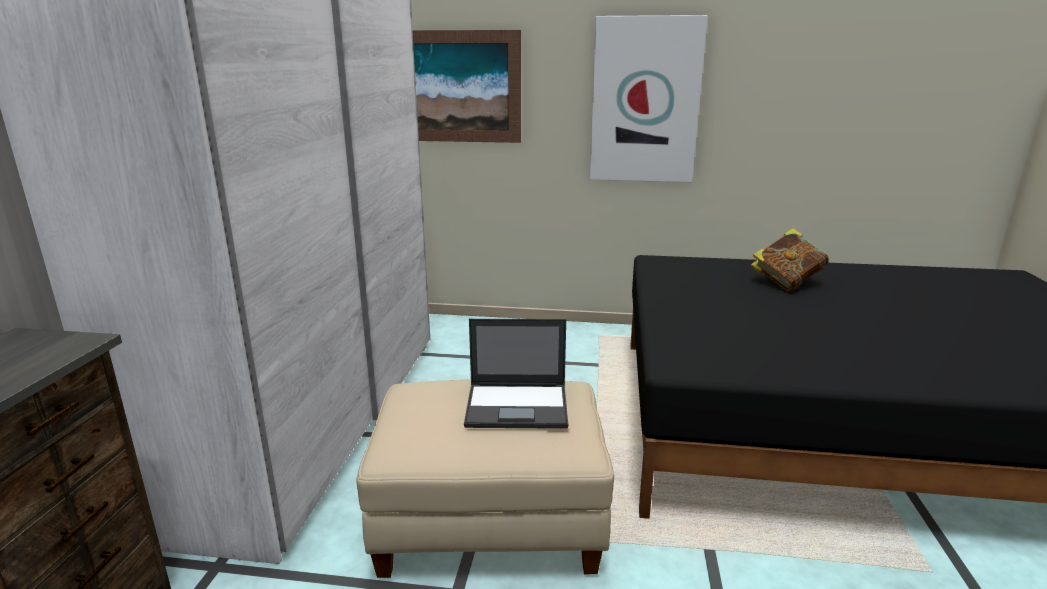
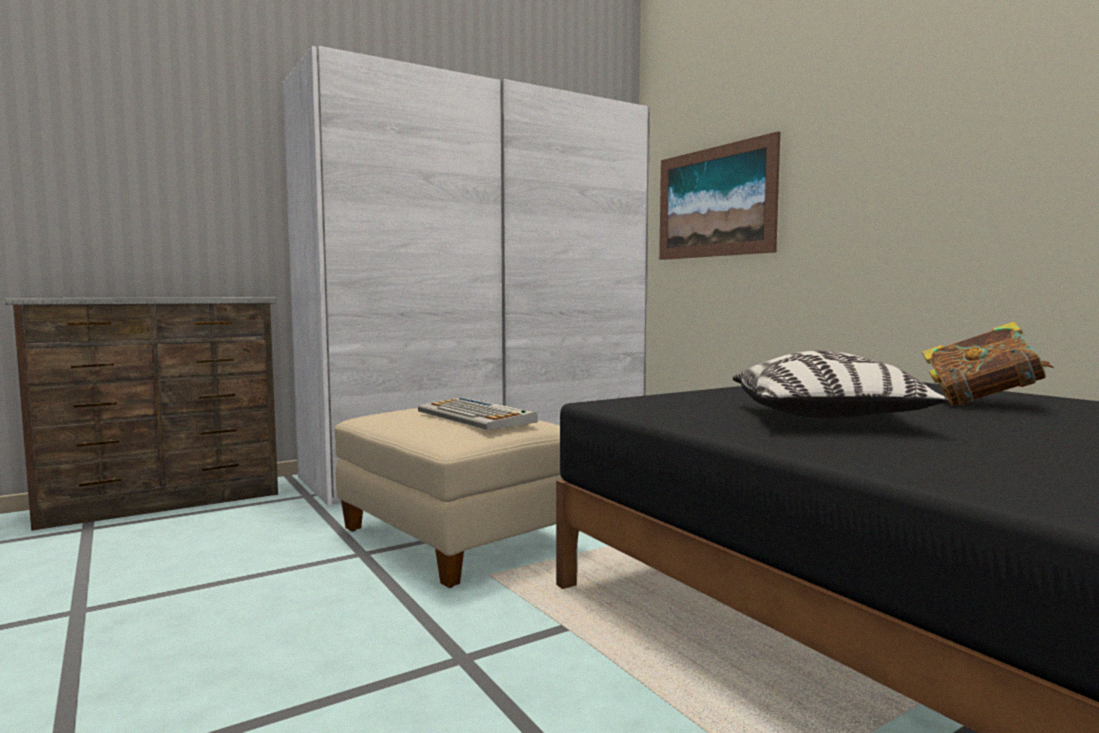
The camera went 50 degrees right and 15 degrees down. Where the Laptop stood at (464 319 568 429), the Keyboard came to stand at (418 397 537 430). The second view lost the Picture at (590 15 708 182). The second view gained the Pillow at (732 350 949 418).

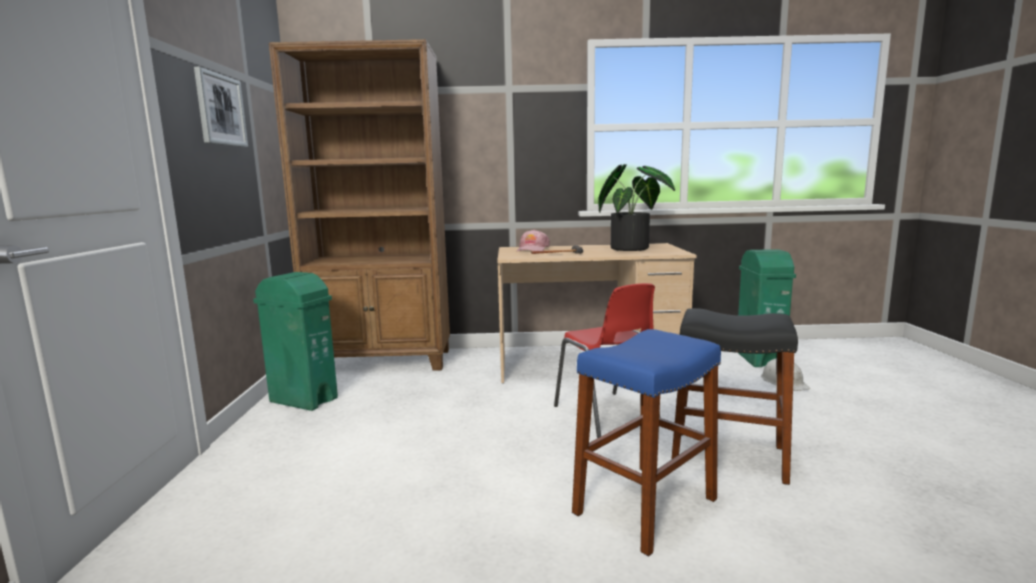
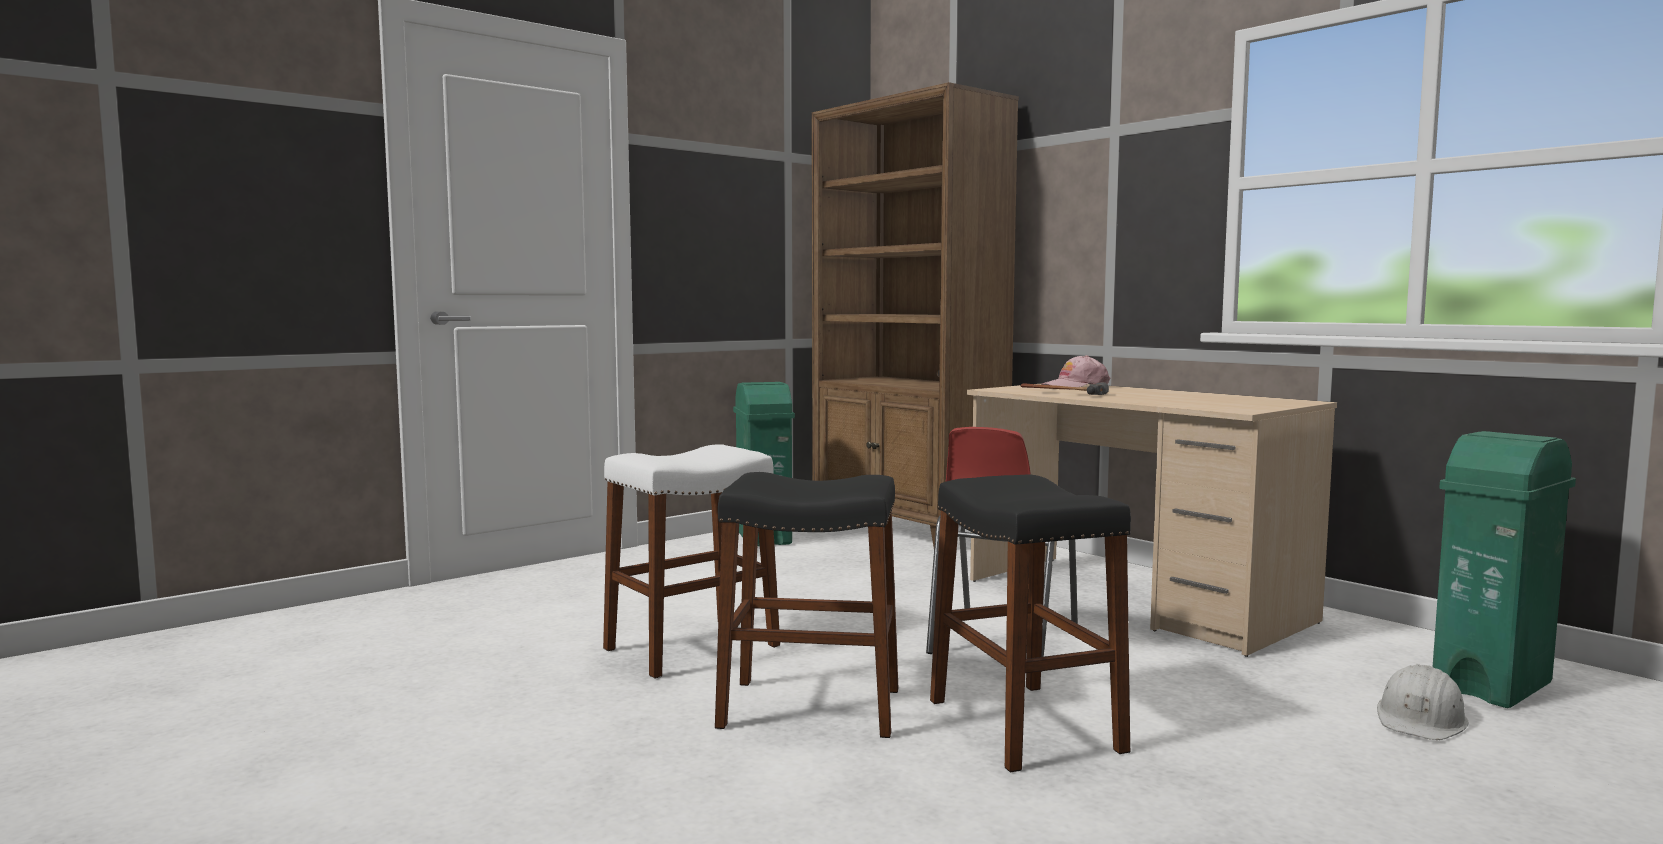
The camera went 50 degrees right and 5 degrees down. The second view lost the Picture at (194 67 248 147). What was the BlueStool at (572 329 721 556) turned into the BlackStool at (715 472 898 738). The second view lost the PottedPlant at (599 164 675 251). The second view gained the WhiteStool at (603 444 780 679).

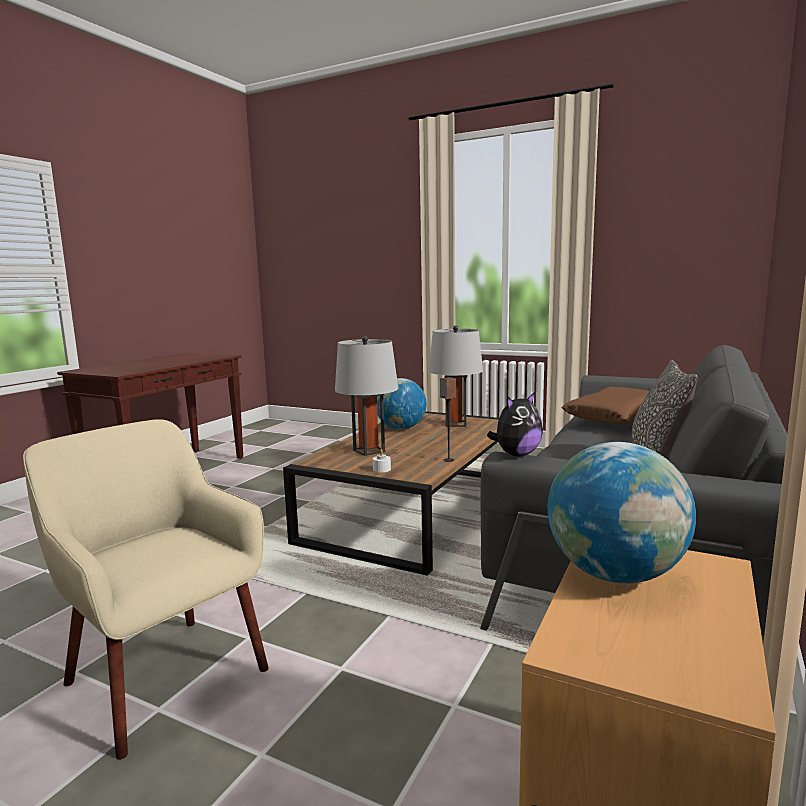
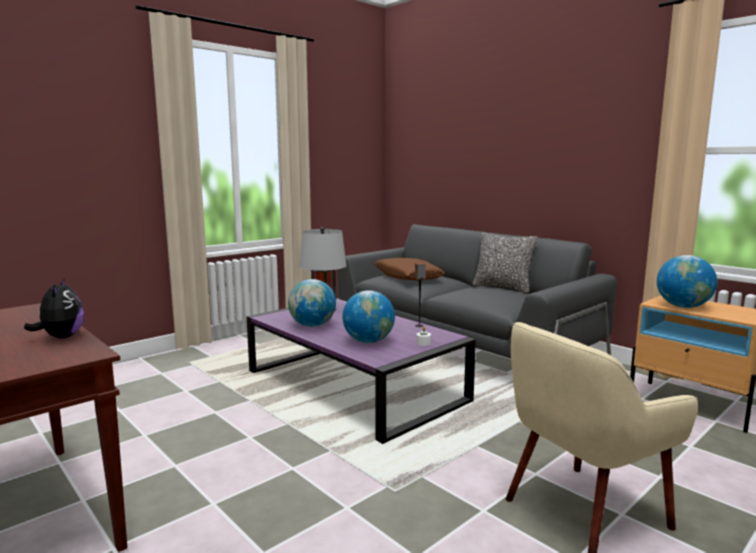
The camera went 70 degrees left and 0 degrees up. What was the BrownCoffeeTable at (283 411 499 576) turned into the PurpleCoffeeTable at (247 299 476 444). Where the GreyTableLamp stood at (335 336 399 456), the Globe came to stand at (342 290 395 343). The PlushToy ended up elsewhere, having gone from (487 392 543 456) to (24 277 84 338).

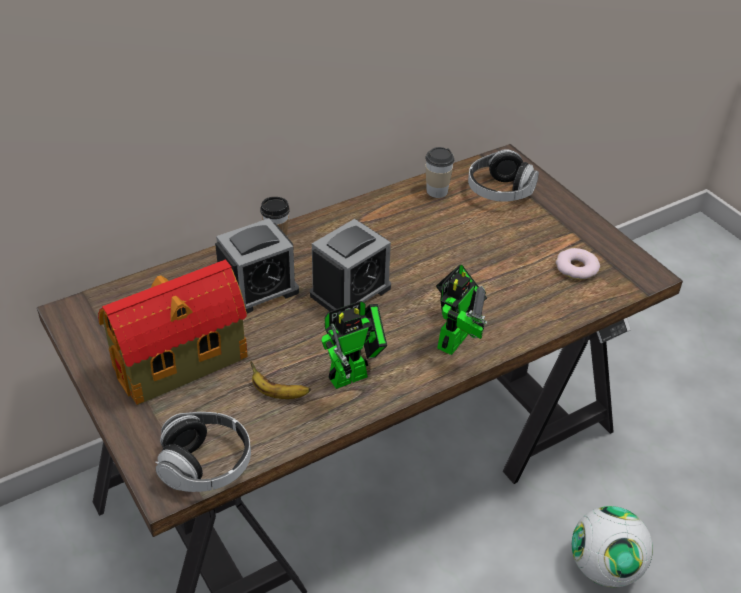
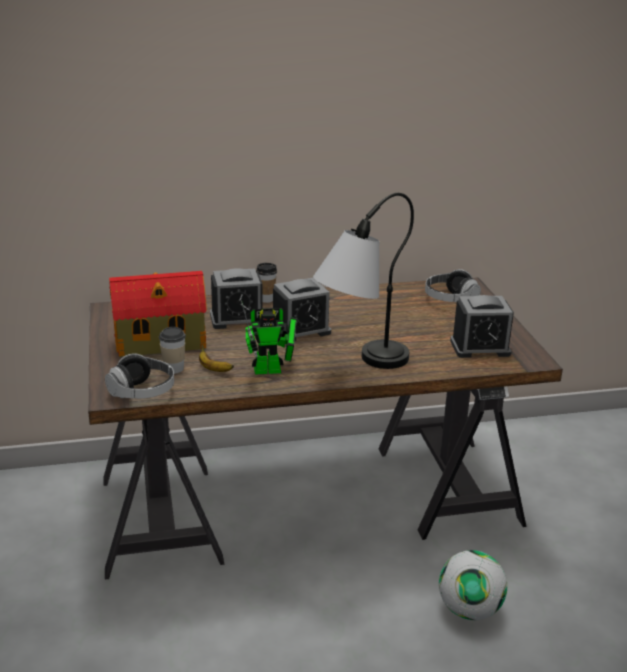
The camera went 20 degrees right and 15 degrees down. The Cup ended up elsewhere, having gone from (425 147 455 198) to (159 327 186 374). Where the ToyRobot stood at (436 265 487 355), the TableLamp came to stand at (313 193 414 369). Where the Donut stood at (556 248 600 280), the AlarmClock came to stand at (450 295 514 358).

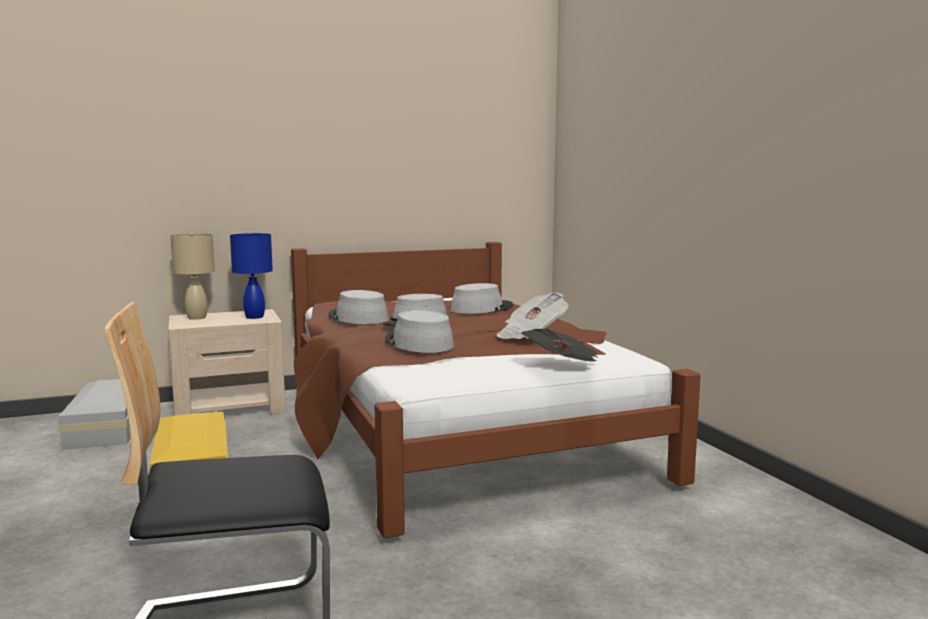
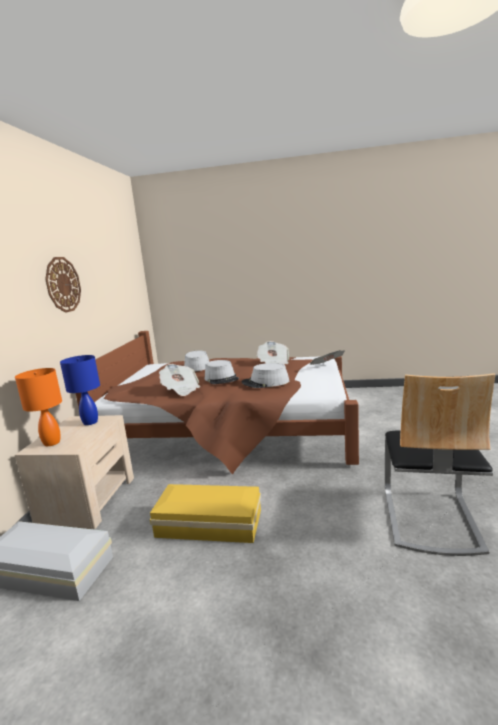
The camera went 60 degrees left and 5 degrees up. What was the BeigeTableLamp at (170 234 215 320) turned into the OrangeTableLamp at (15 368 62 446). Where the GreyHat stood at (328 290 389 324), the Newspaper came to stand at (159 364 200 396). The second view gained the WallClock at (45 257 81 313).

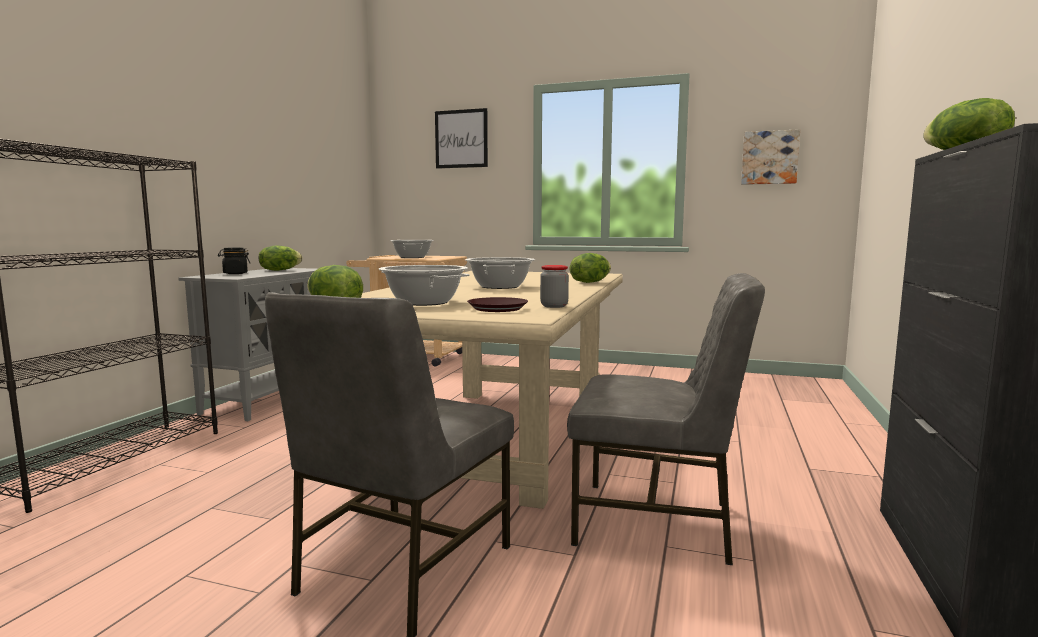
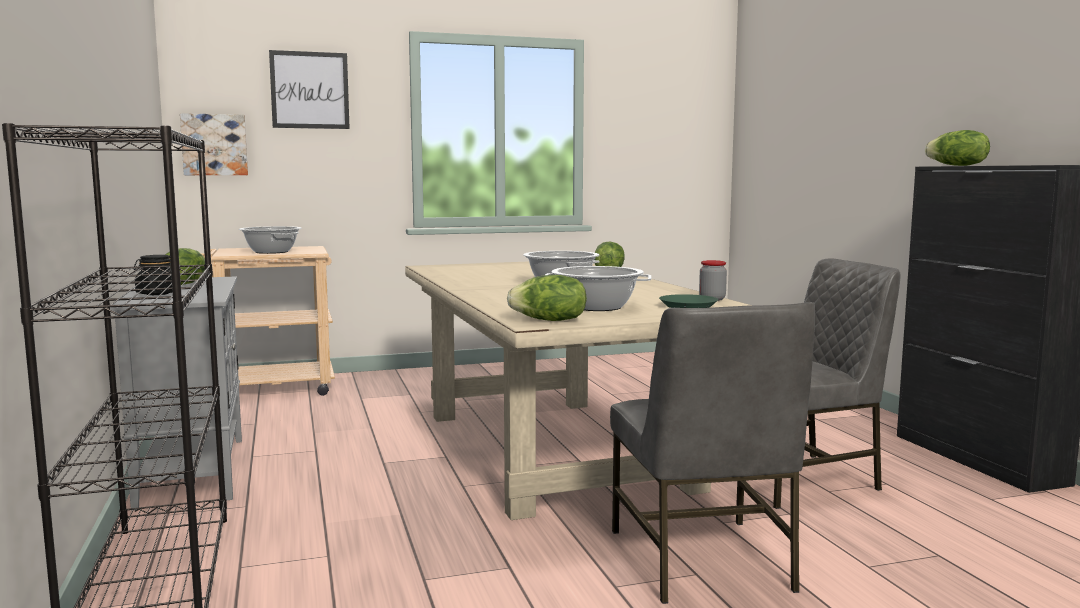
The camera went 35 degrees left and 0 degrees up. What was the BrownPlate at (467 297 528 312) turned into the GreenPlate at (659 294 718 308). The Picture ended up elsewhere, having gone from (741 129 800 185) to (180 113 248 175).

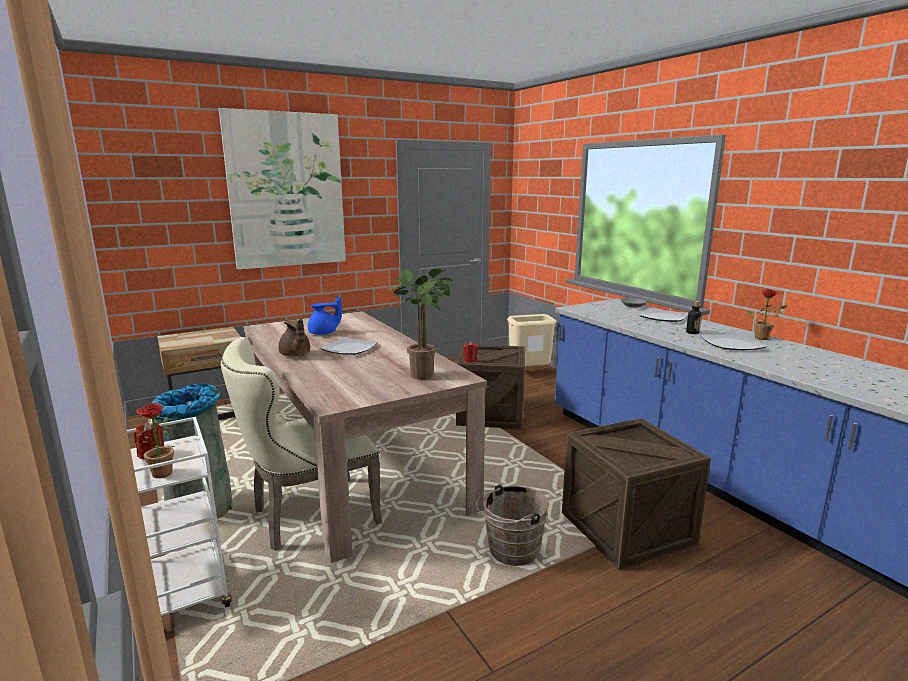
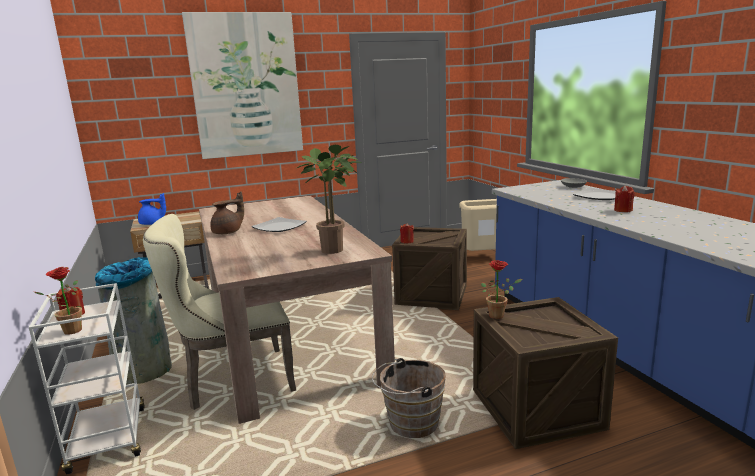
The camera went 10 degrees right and 0 degrees up. The BrownTeapot at (278 319 310 357) ended up facing another way, 105 degrees counterclockwise from before. The BlueTeapot ended up elsewhere, having gone from (308 296 342 335) to (138 193 166 225). Where the Bottle stood at (686 301 702 334), the RedCandle came to stand at (614 185 635 212). The second view lost the Plate at (700 334 768 350). The PottedPlant ended up elsewhere, having gone from (746 289 787 340) to (481 260 522 319).

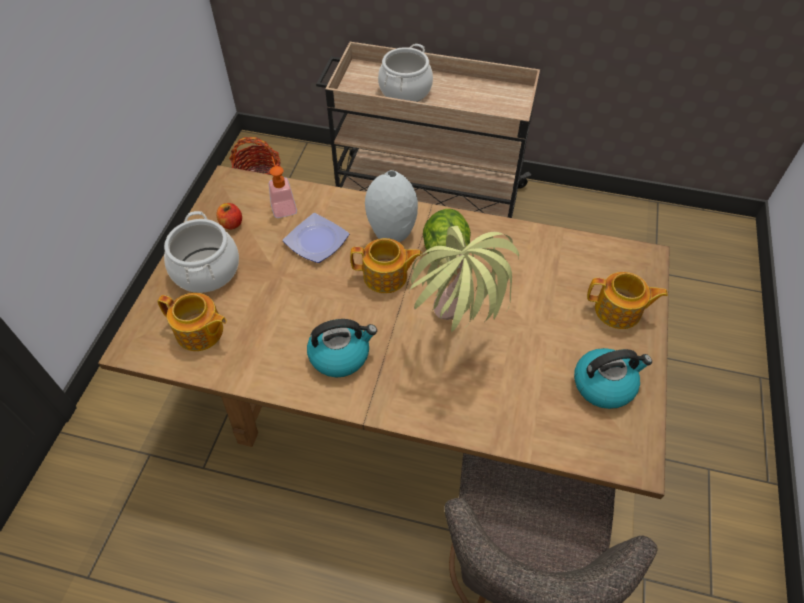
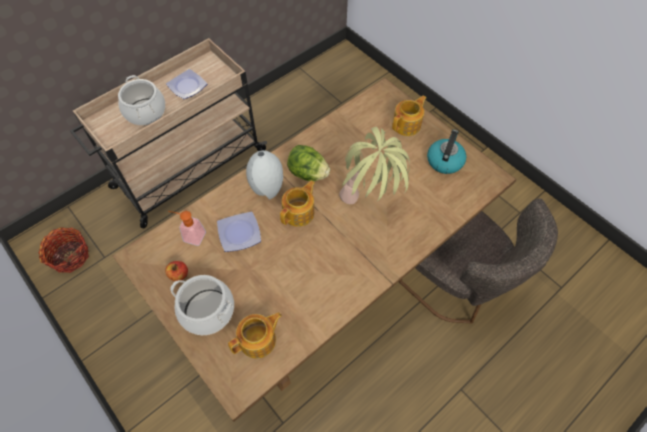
The camera went 55 degrees left and 5 degrees up. The second view lost the Kettle at (307 319 377 377). The second view gained the Plate at (166 69 207 99).

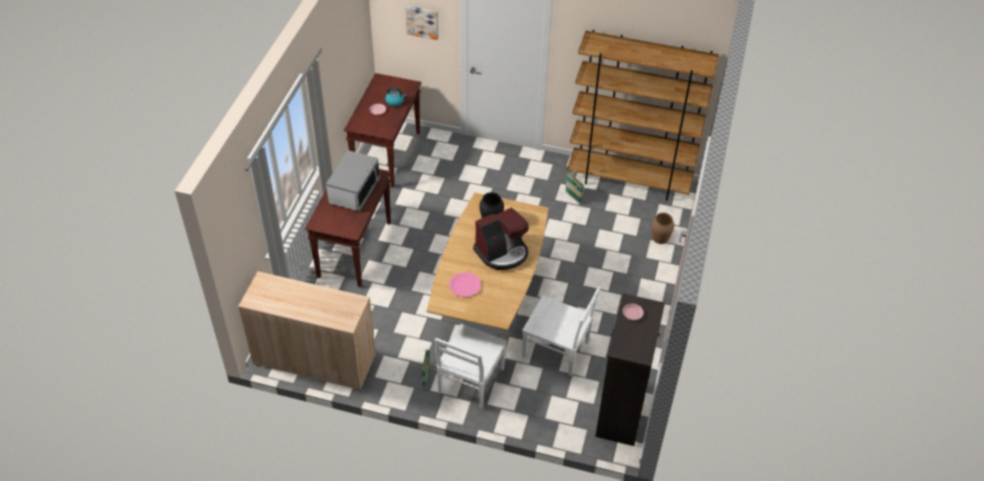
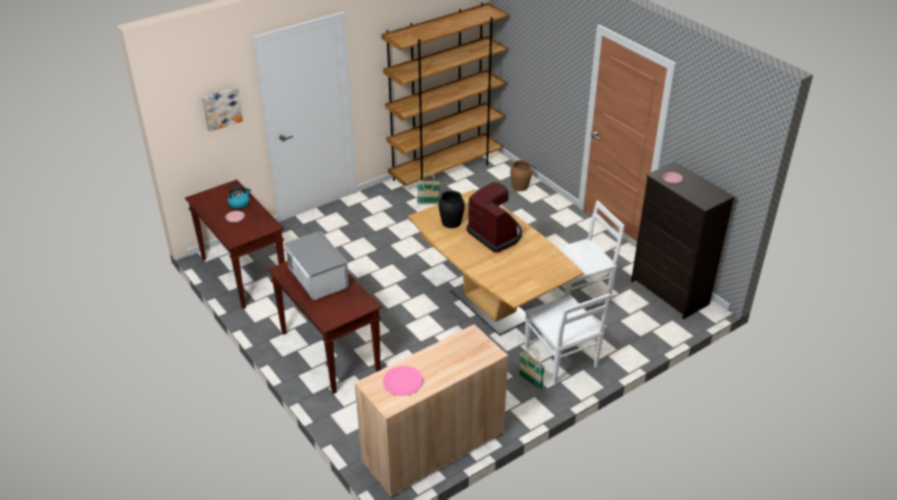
The camera went 50 degrees left and 10 degrees down. The PinkPlate ended up elsewhere, having gone from (449 272 481 297) to (382 366 423 396). The CoffeeMachine at (473 208 529 270) ended up facing another way, 45 degrees counterclockwise from before.

